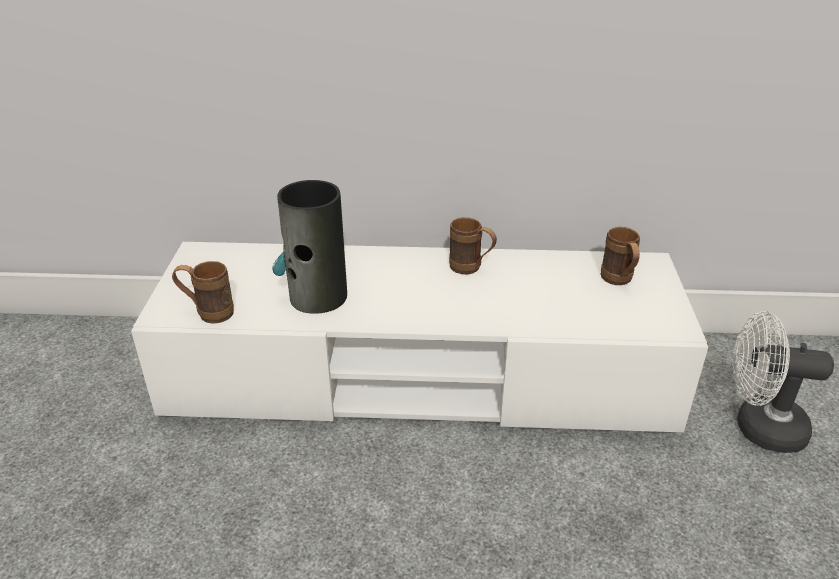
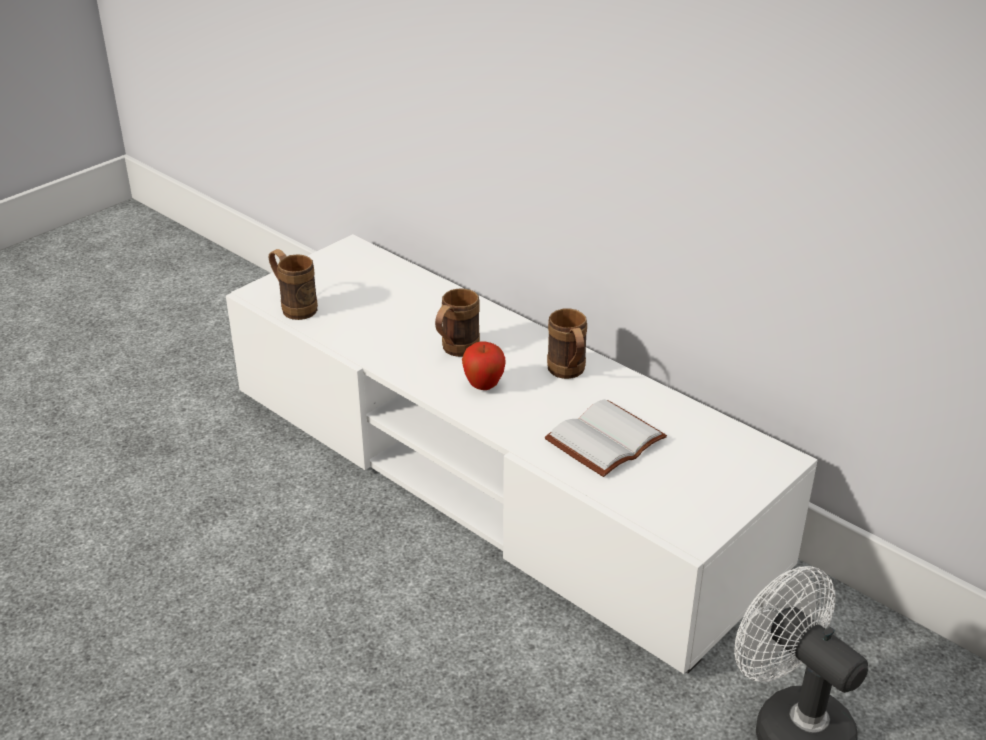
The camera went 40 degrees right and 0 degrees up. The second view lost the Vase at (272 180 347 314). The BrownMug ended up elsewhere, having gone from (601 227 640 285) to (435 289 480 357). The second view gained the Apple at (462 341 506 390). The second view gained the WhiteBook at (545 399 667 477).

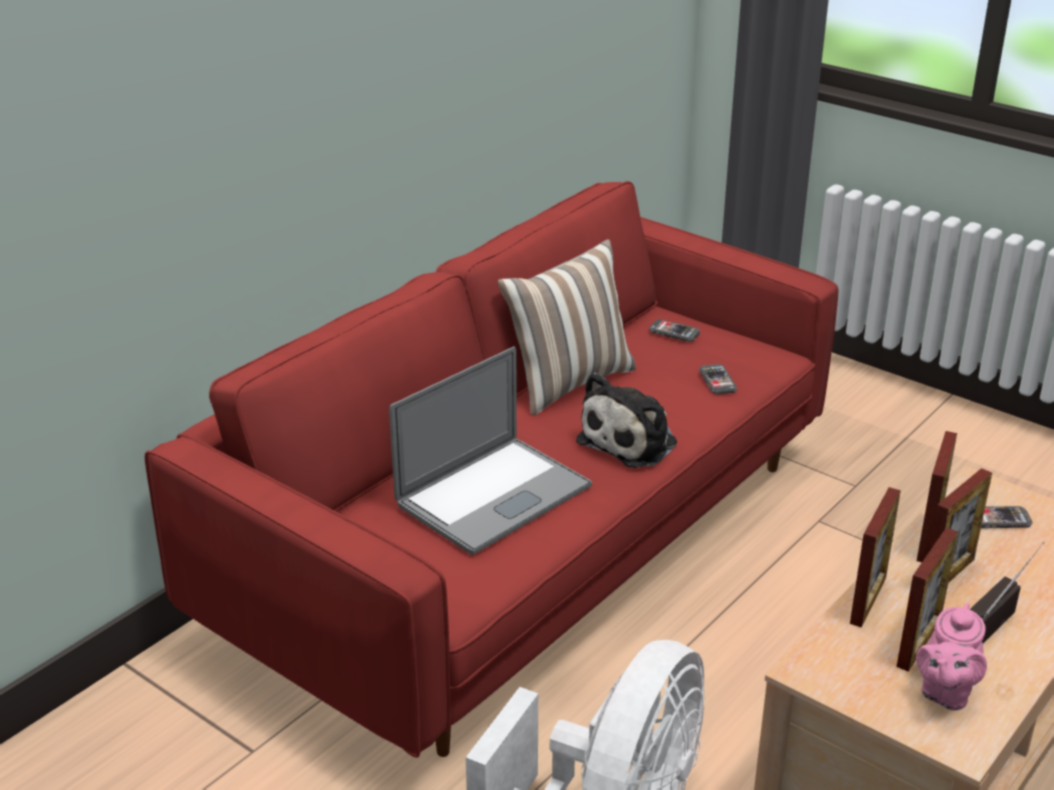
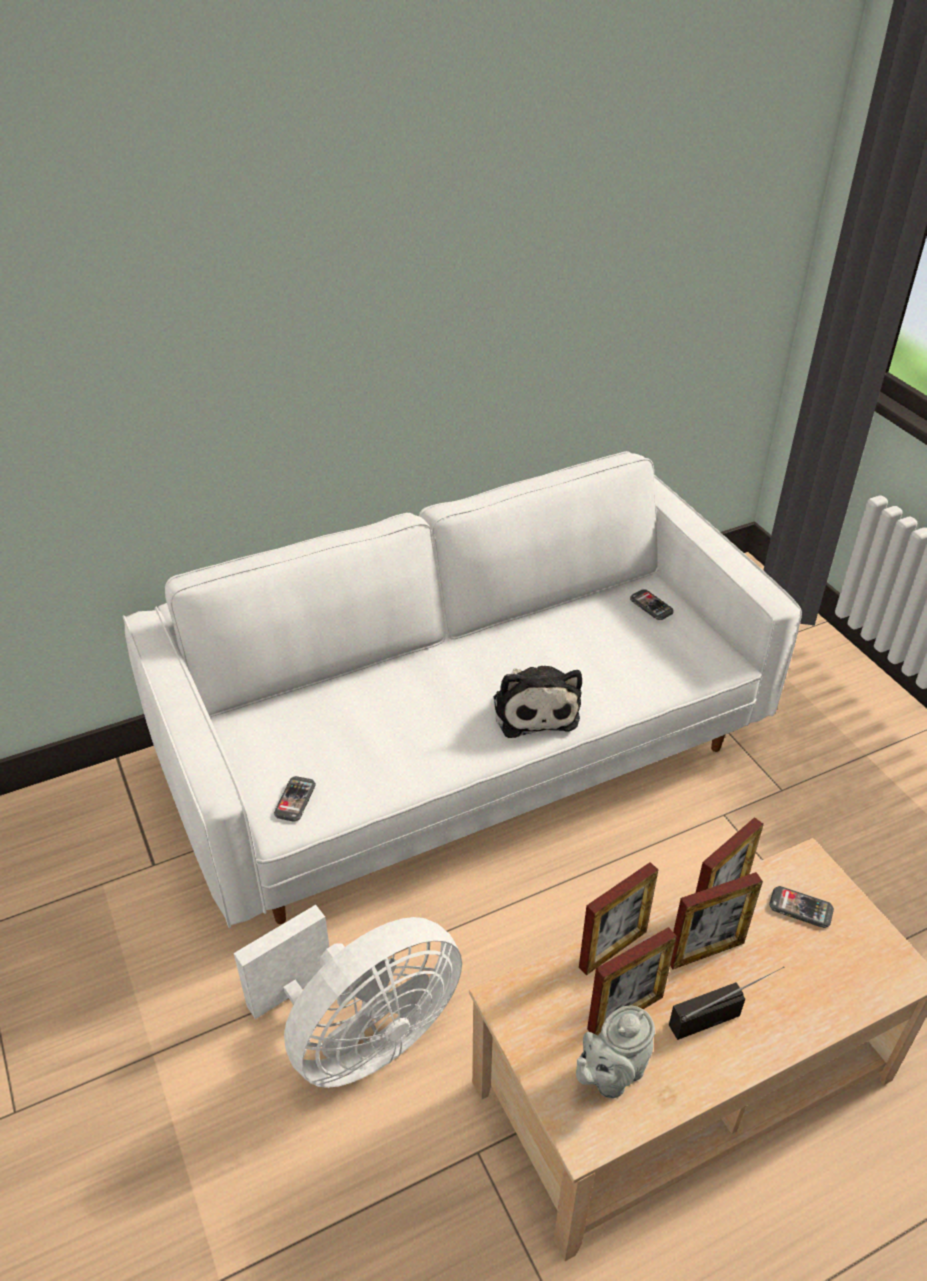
The camera went 25 degrees right and 10 degrees up. What was the RedSofa at (145 181 838 758) turned into the WhiteSofa at (123 451 802 928). The second view lost the Laptop at (389 347 592 555). The second view lost the Pillow at (498 239 636 416). The PlushToy at (576 372 677 468) ended up facing another way, 75 degrees counterclockwise from before. The Phone ended up elsewhere, having gone from (699 364 737 394) to (274 776 316 822). What was the PinkTeapot at (916 603 987 711) turned into the GreyTeapot at (576 1006 655 1098).

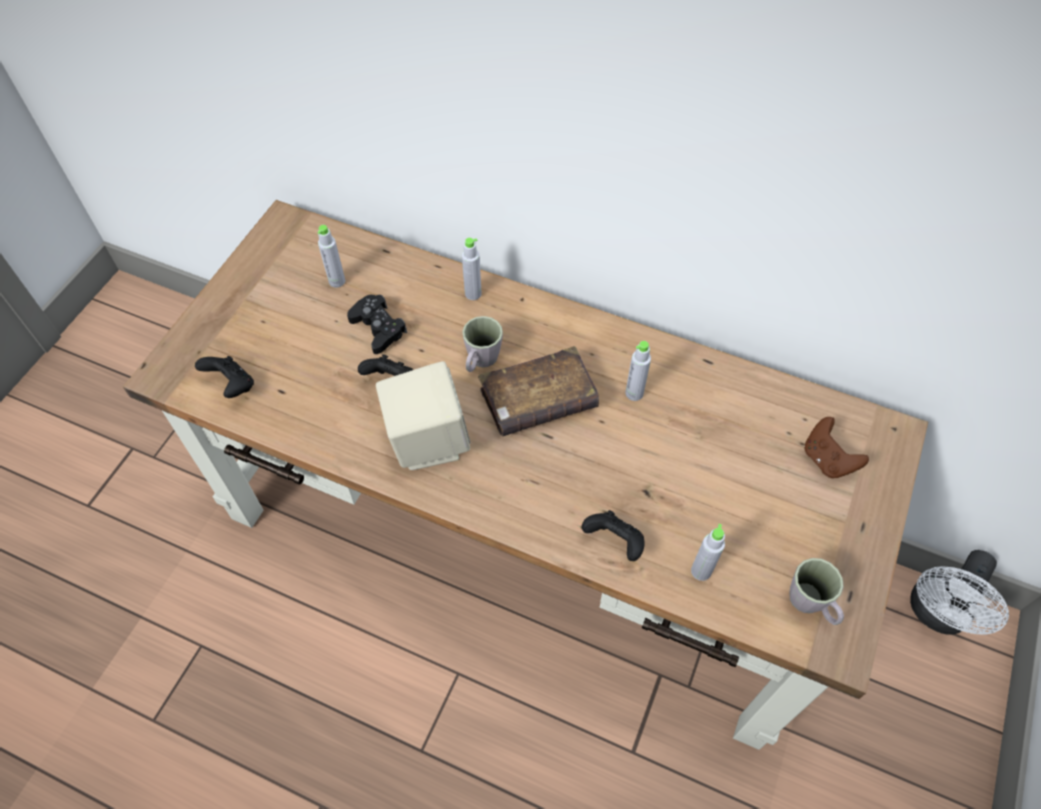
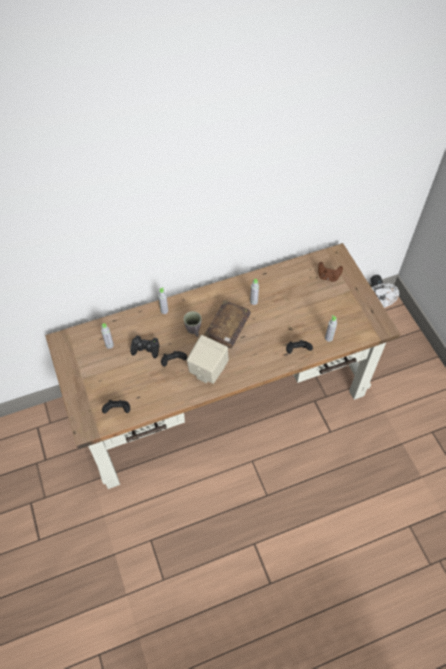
The camera went 45 degrees left and 0 degrees up. The second view lost the GreyMug at (789 558 844 625).

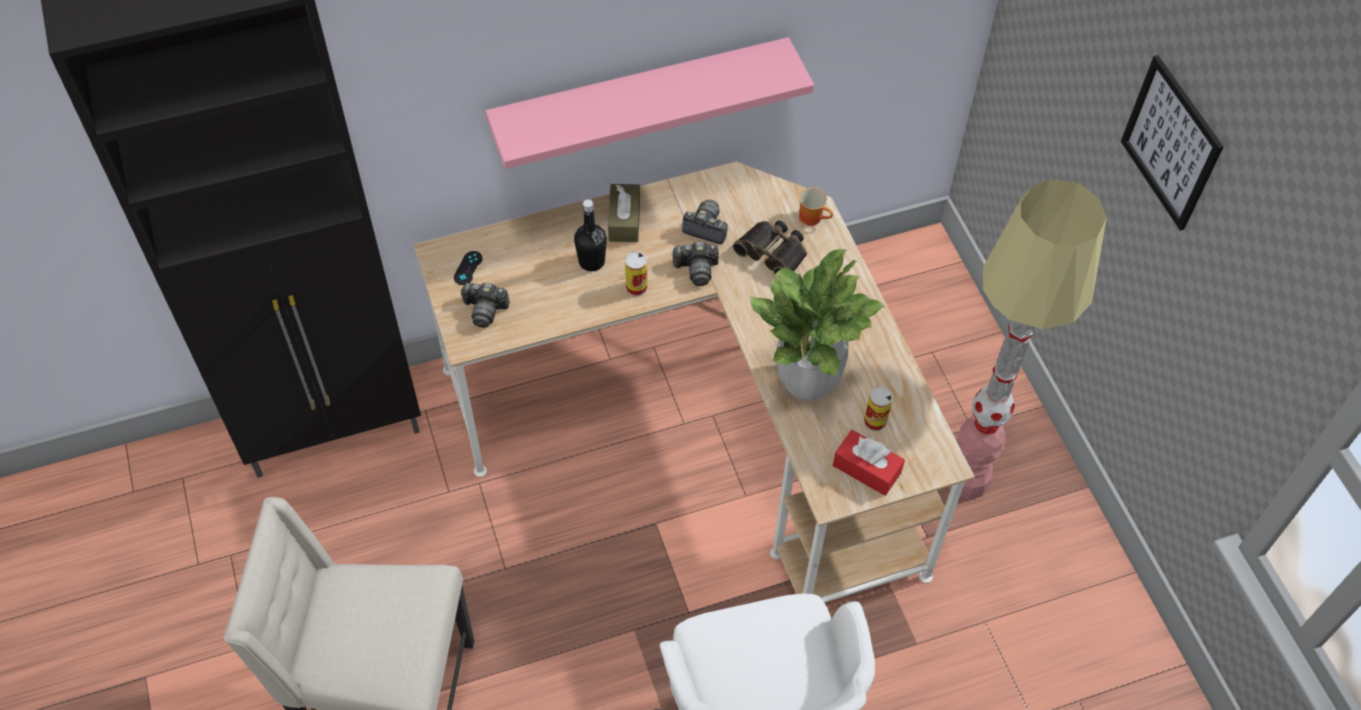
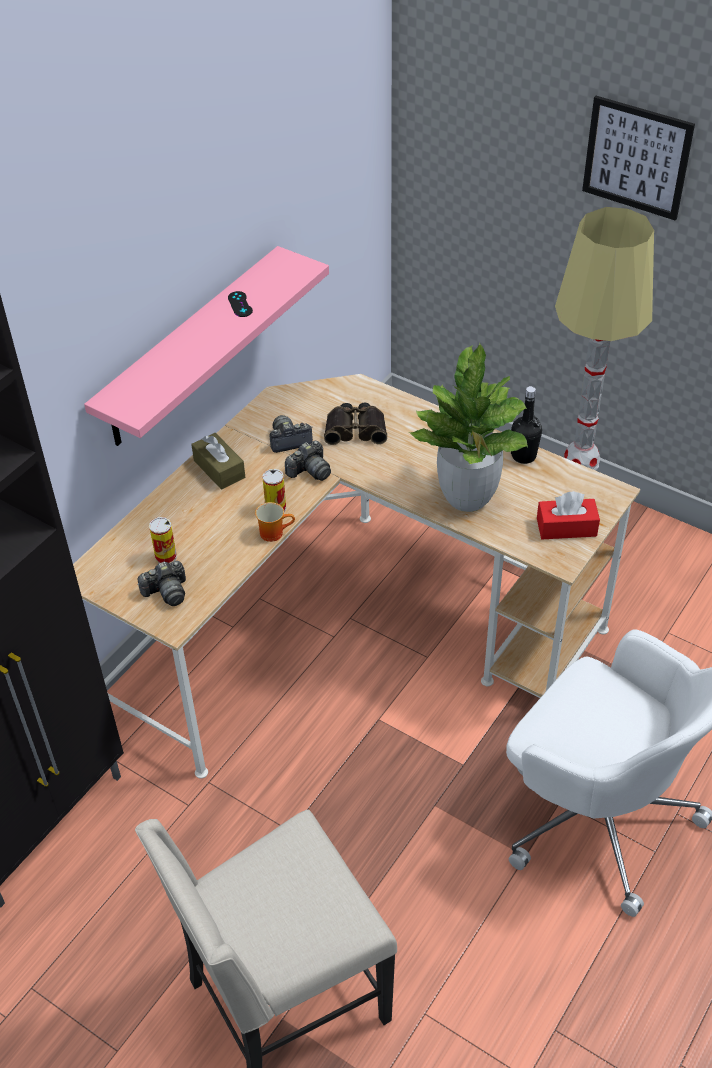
The camera went 35 degrees left and 10 degrees down. The BlackGameController ended up elsewhere, having gone from (454 251 482 285) to (228 291 253 317). The BlackBottle ended up elsewhere, having gone from (574 199 607 271) to (511 386 542 464). The Mug ended up elsewhere, having gone from (799 187 833 226) to (255 502 295 542). The Can ended up elsewhere, having gone from (864 386 893 431) to (149 517 177 563).

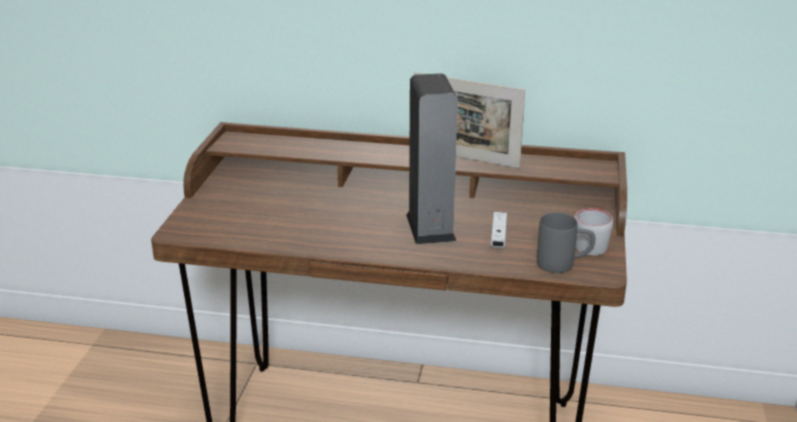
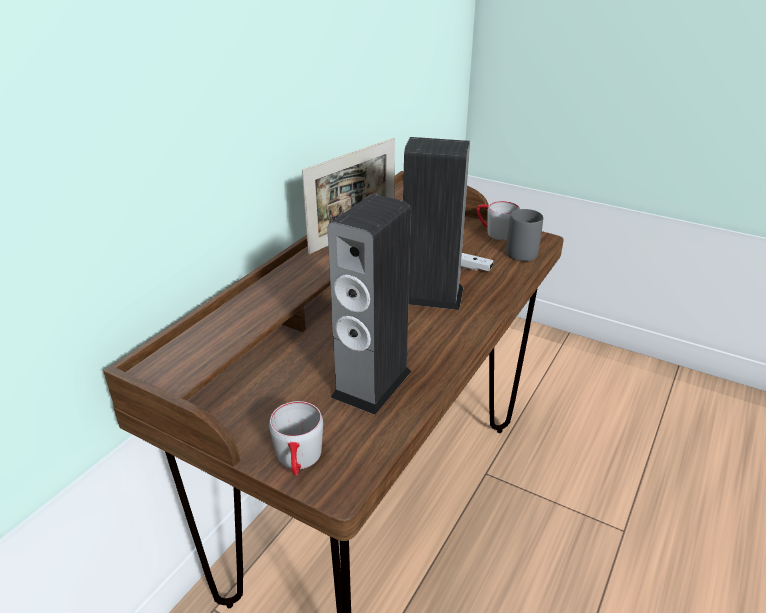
The camera went 70 degrees left and 5 degrees up. The second view gained the GreyMug at (269 401 323 476). The second view gained the Speaker at (327 194 411 415).

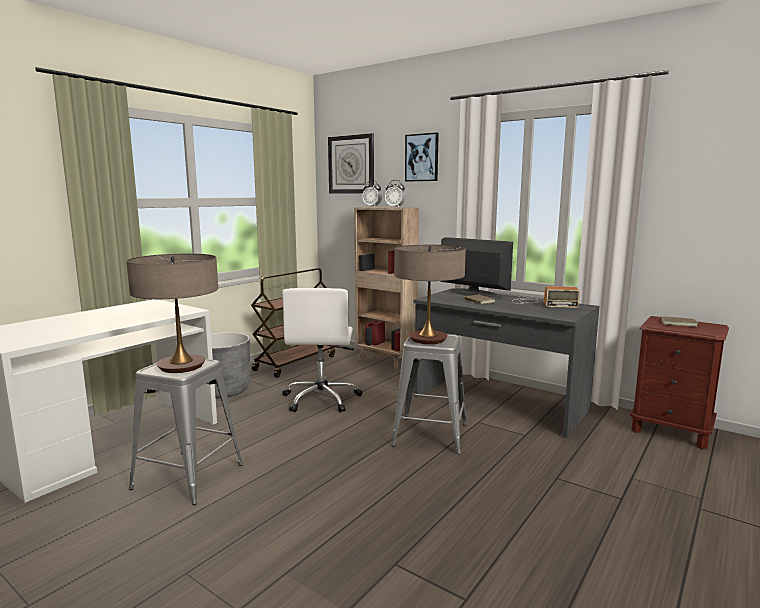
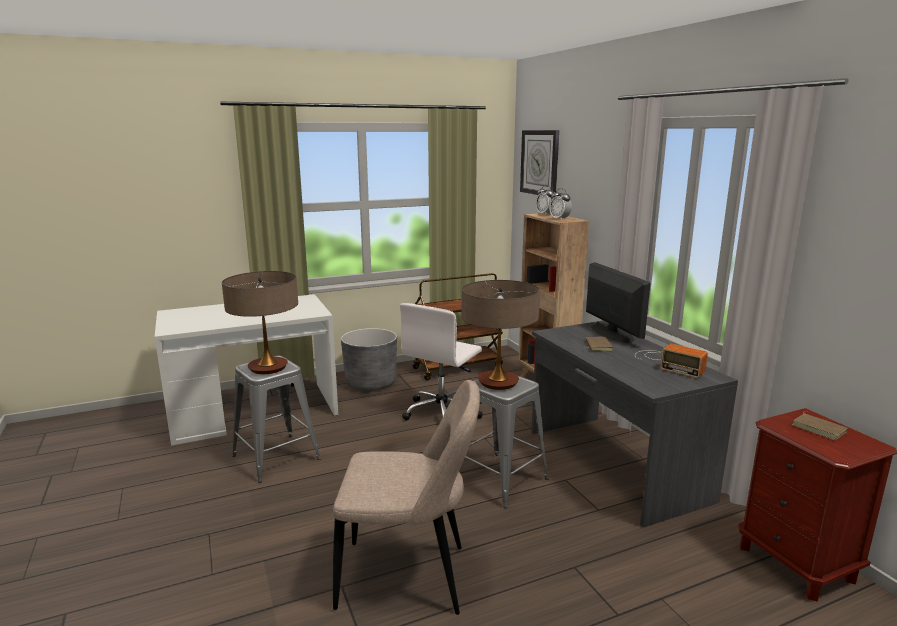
The camera went 30 degrees right and 5 degrees up. The second view lost the Picture at (405 132 439 181). The second view gained the BeigeChair at (333 380 480 615).

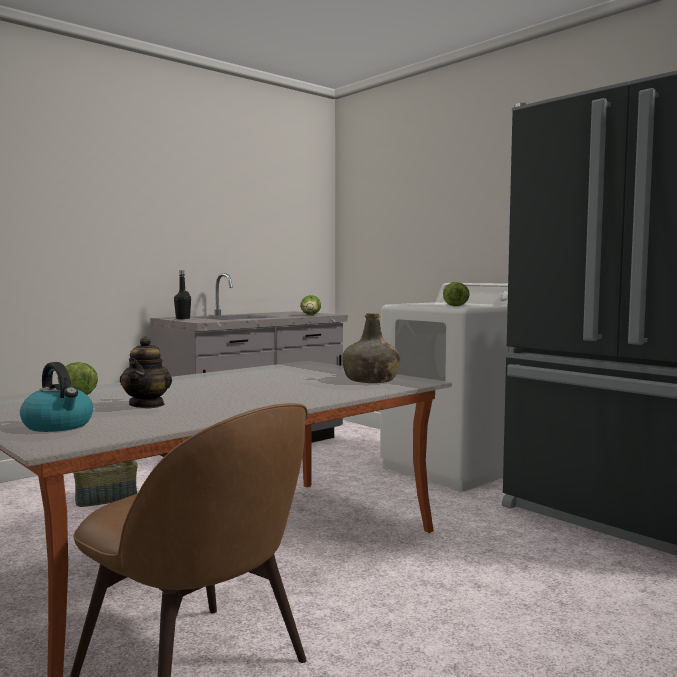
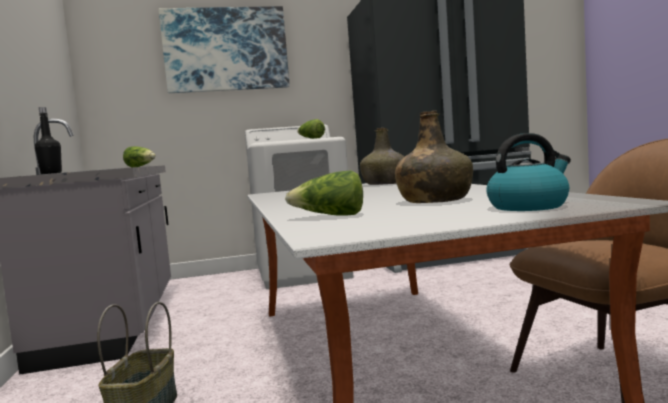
The camera went 60 degrees left and 0 degrees up. Where the Teapot stood at (120 336 172 408), the GreenBottle came to stand at (395 111 473 203). The second view gained the Picture at (159 6 290 93).

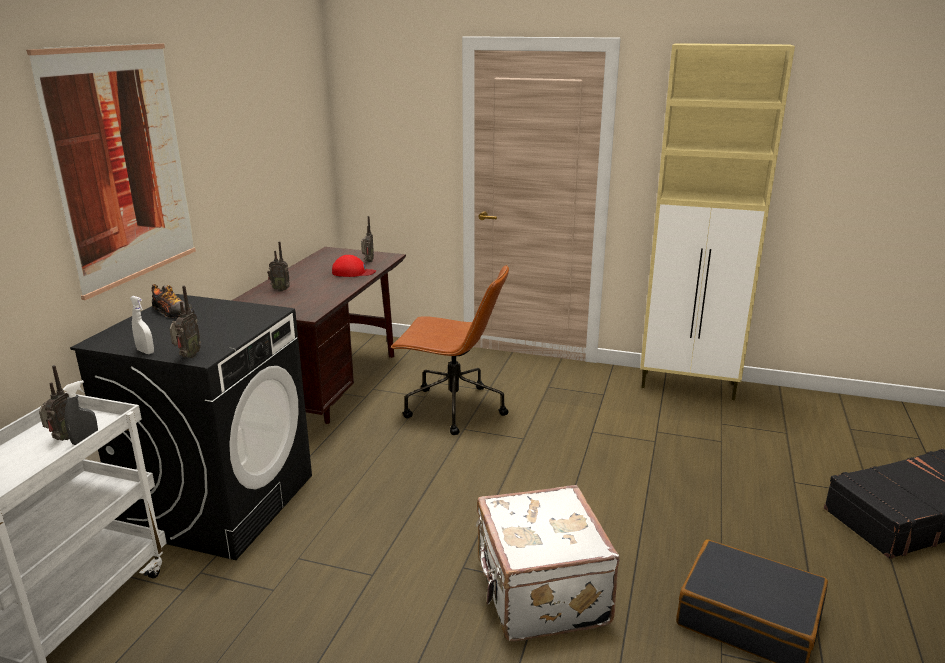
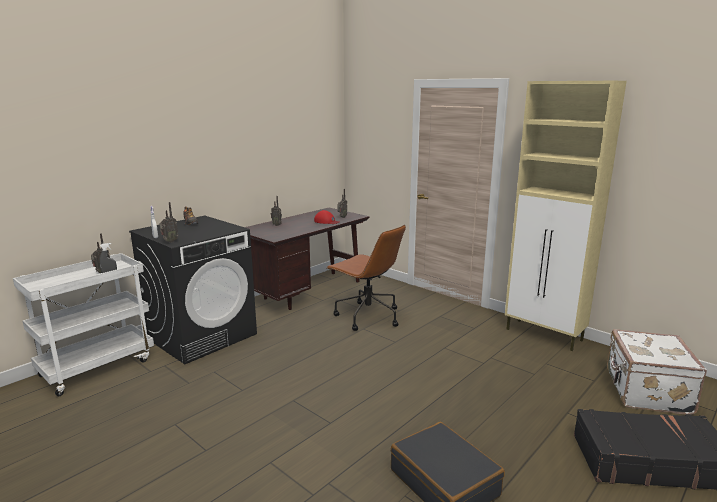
The camera went 25 degrees right and 5 degrees down. The second view lost the Picture at (26 43 196 300). The WhiteSuitcase ended up elsewhere, having gone from (476 485 620 642) to (607 329 707 415).

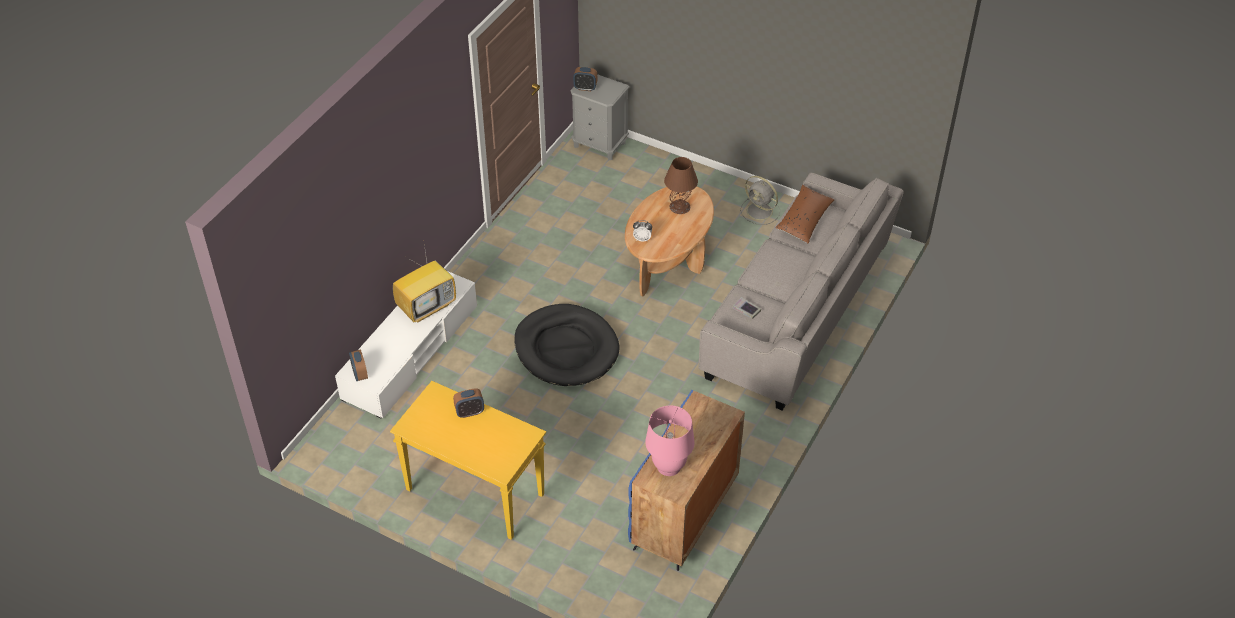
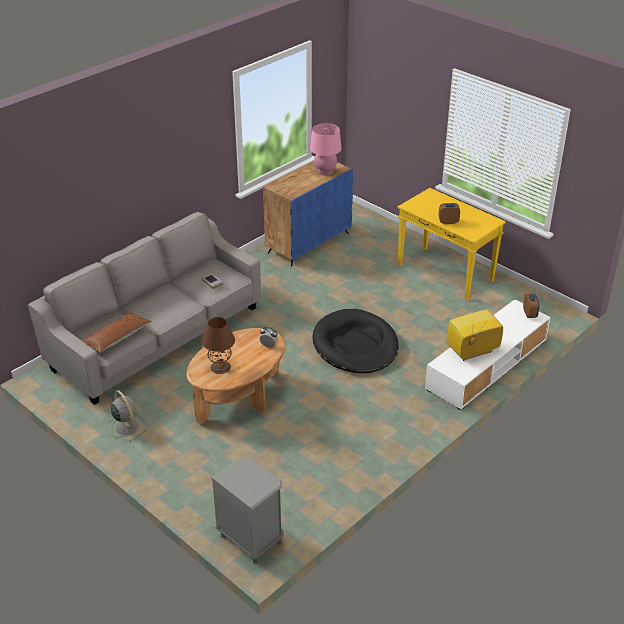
The camera went 165 degrees left and 10 degrees down. The second view lost the AlarmClock at (573 67 597 91).

